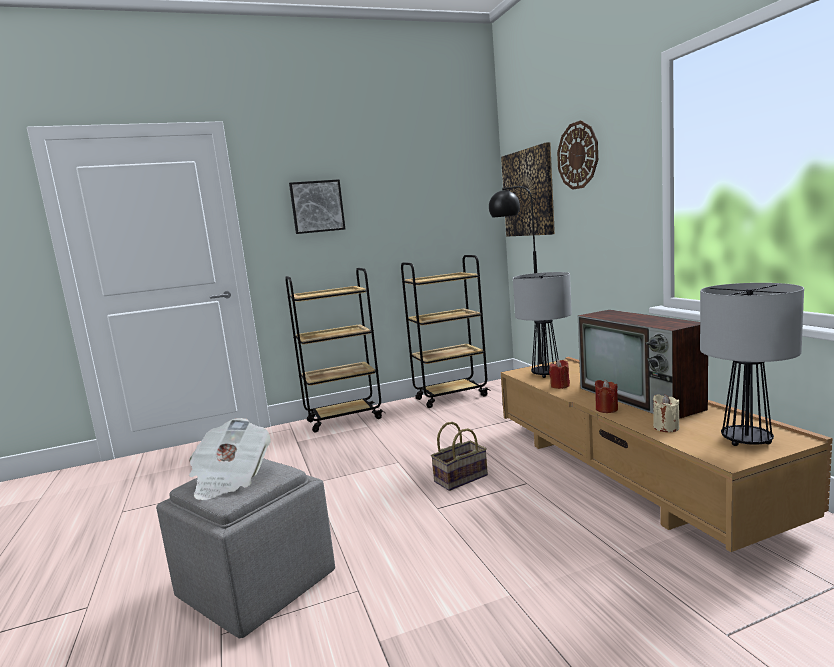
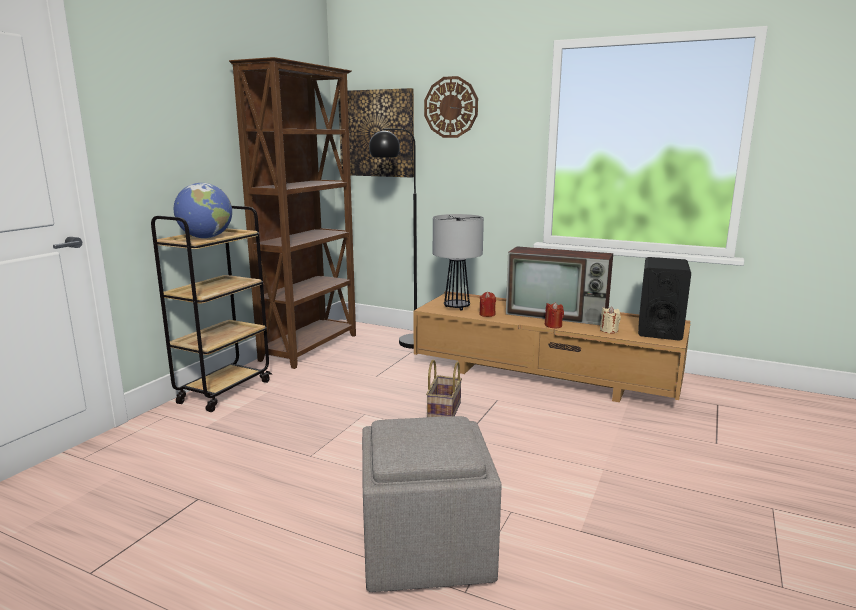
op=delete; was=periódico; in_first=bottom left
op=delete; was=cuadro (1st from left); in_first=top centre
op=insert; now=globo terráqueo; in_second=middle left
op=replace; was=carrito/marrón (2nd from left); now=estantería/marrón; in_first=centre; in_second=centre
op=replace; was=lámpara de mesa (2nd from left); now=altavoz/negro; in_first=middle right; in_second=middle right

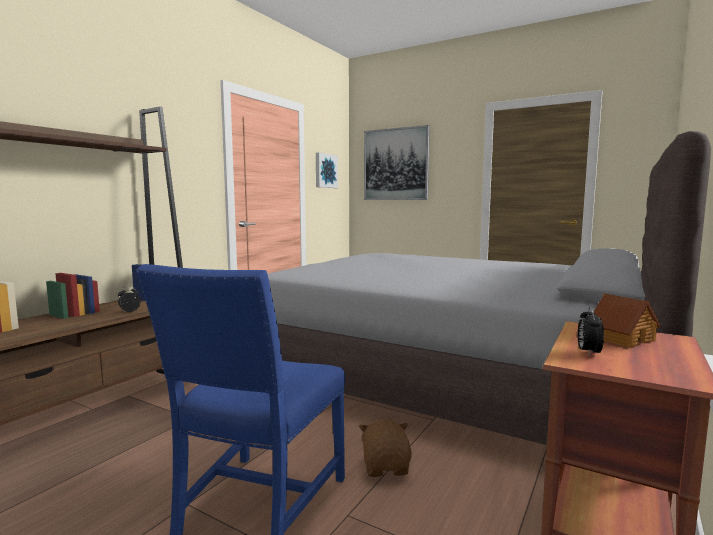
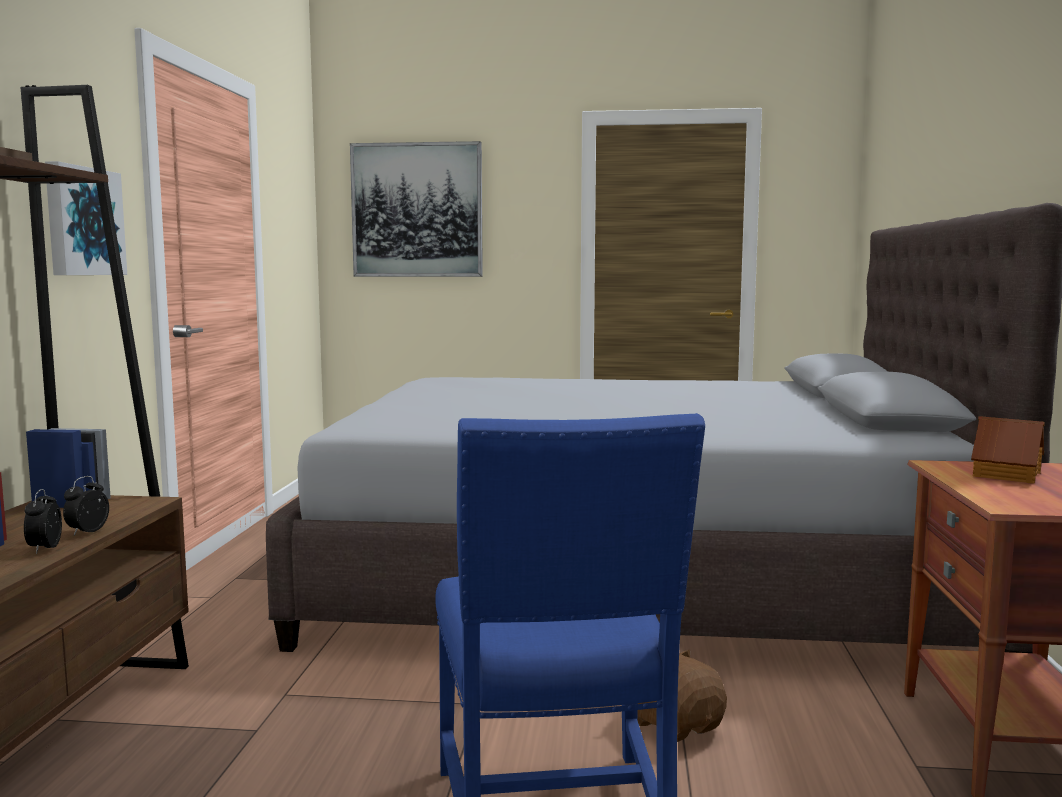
op=move; was=cuadro (1st from left); in_first=top centre; in_second=top left
op=move; was=despertador (2nd from left in the first image); now=despertador (1st from left); in_first=middle right; in_second=middle left

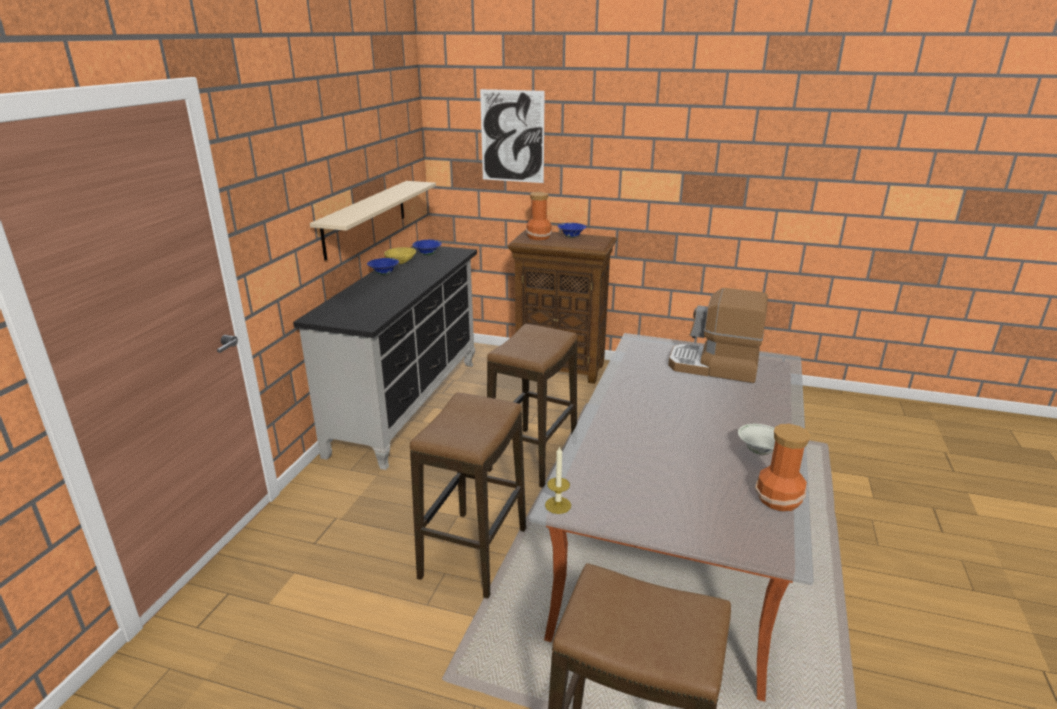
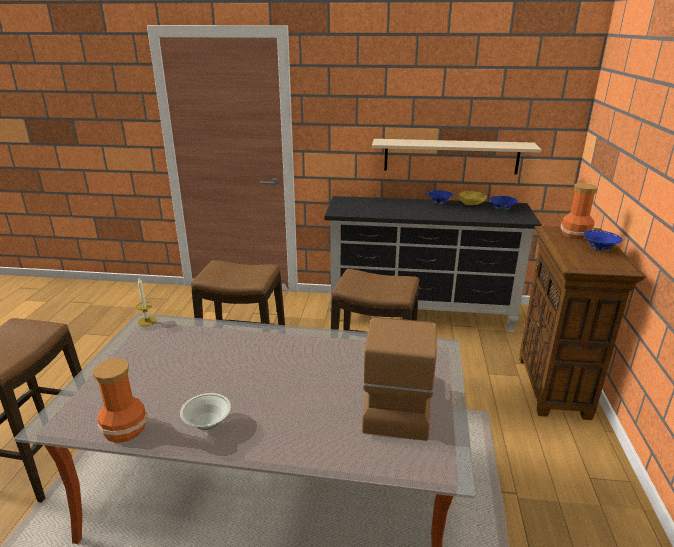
op=delete; was=cuadro; in_first=top centre

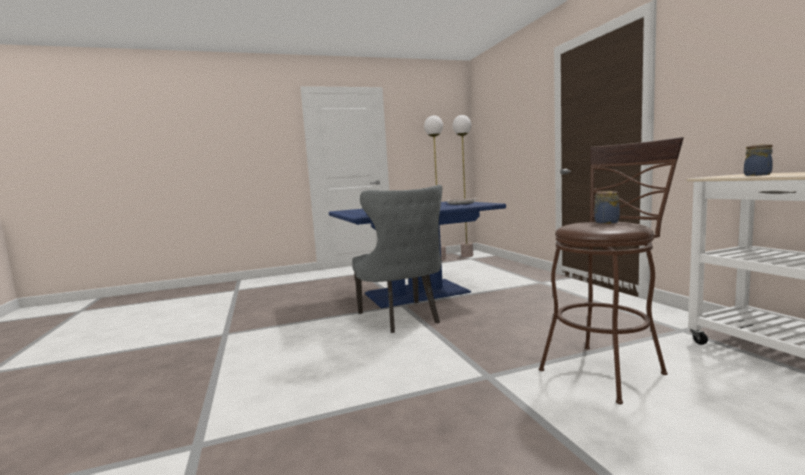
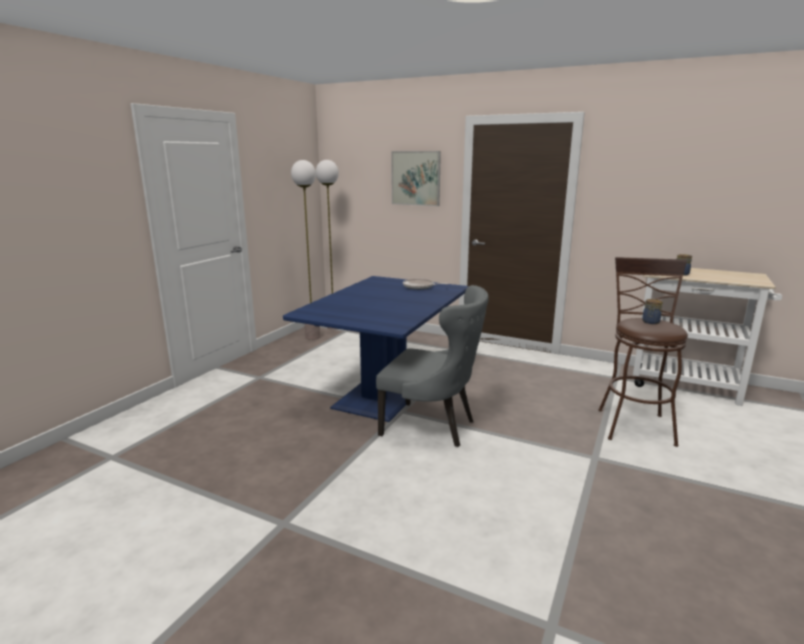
op=insert; now=cuadro; in_second=top centre

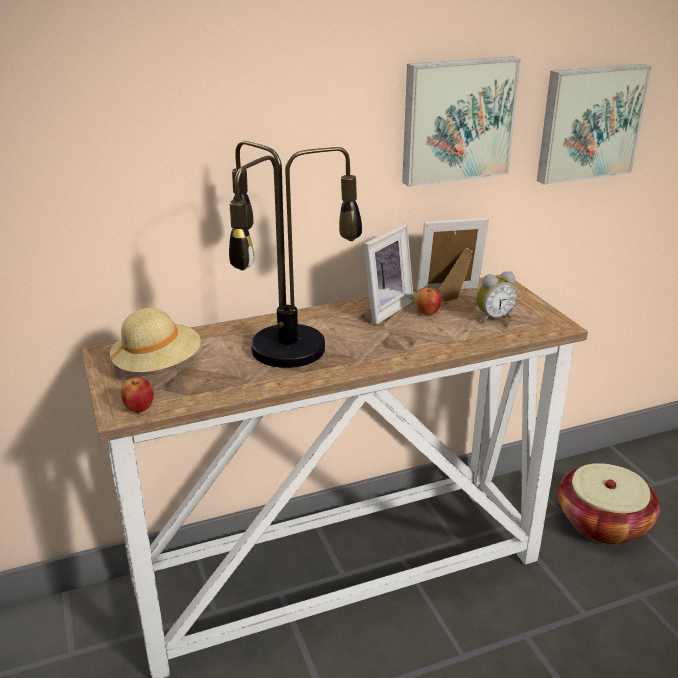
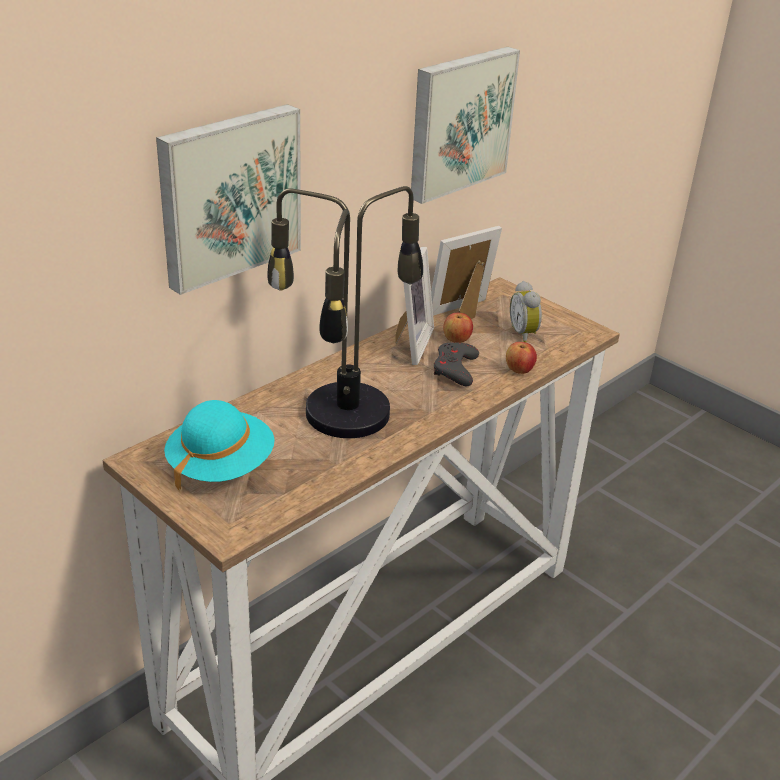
op=delete; was=cesta; in_first=bottom right
op=insert; now=mando de consola/gris; in_second=centre
op=move; was=manzana (1st from left in the first image); now=manzana (2nd from left); in_first=middle left; in_second=middle right
op=move; was=cuadro (2nd from left in the first image); now=cuadro (1st from left); in_first=top right; in_second=top left
op=recolor; was=sombrero/beis; now=sombrero/turquesa; in_first=middle left; in_second=middle left
op=rotate; was=despertador; in_first=middle right; in_second=middle right; clockwise=120

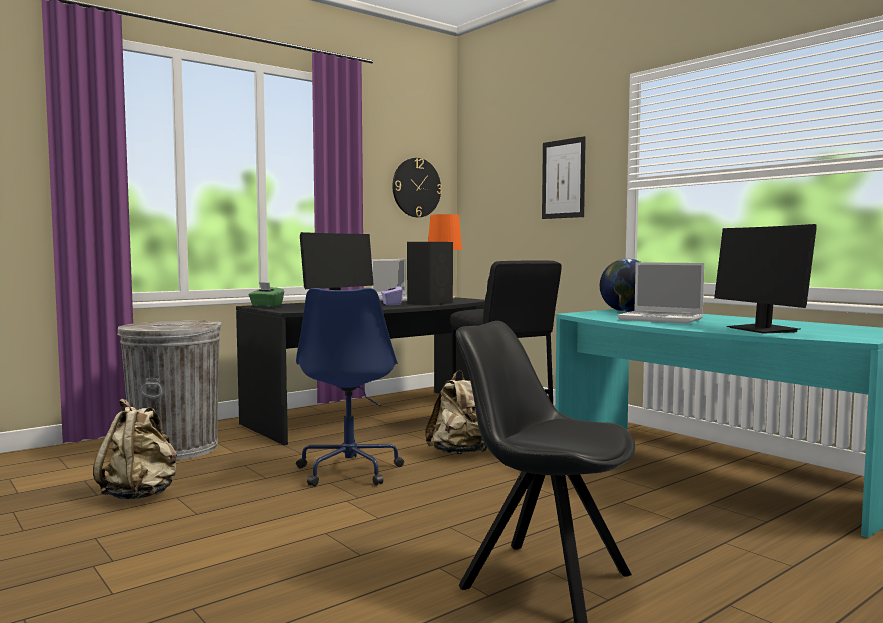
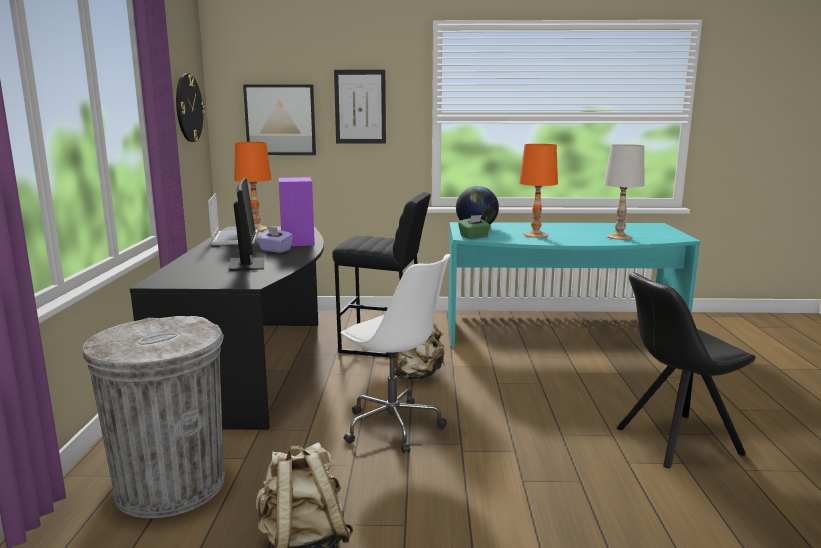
op=insert; now=cuadro (1st from left); in_second=top centre
op=move; was=caja de pañuelos/verde; in_first=middle left; in_second=centre
op=replace; was=portátil (2nd from left); now=lámpara de mesa/naranja (2nd from left); in_first=middle right; in_second=centre
op=replace; was=monitor (2nd from left); now=lámpara de mesa/blanco; in_first=middle right; in_second=middle right
op=recolor; was=silla de oficina/azul; now=silla de oficina/blanco; in_first=centre; in_second=centre
op=recolor; was=altavoz/negro; now=altavoz/morado; in_first=centre; in_second=centre

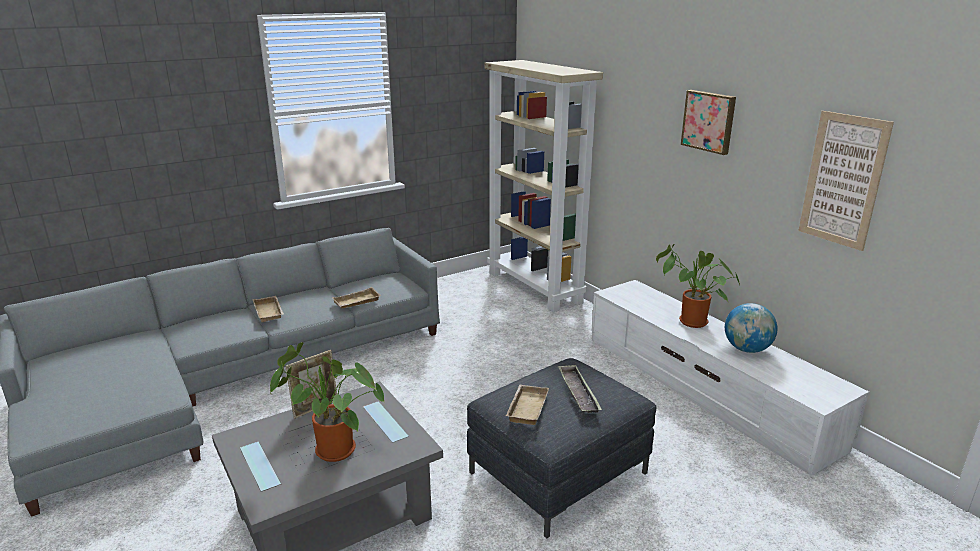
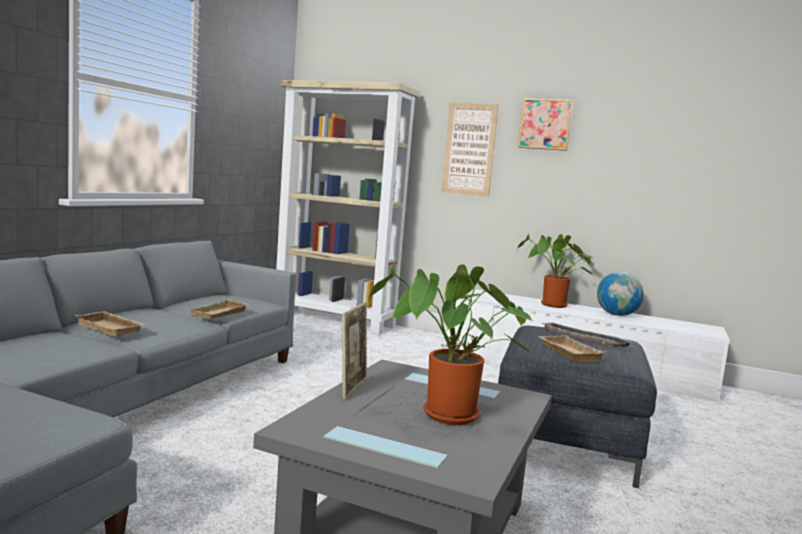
op=move; was=cuadro (2nd from left in the first image); now=cuadro (1st from left); in_first=top right; in_second=top centre

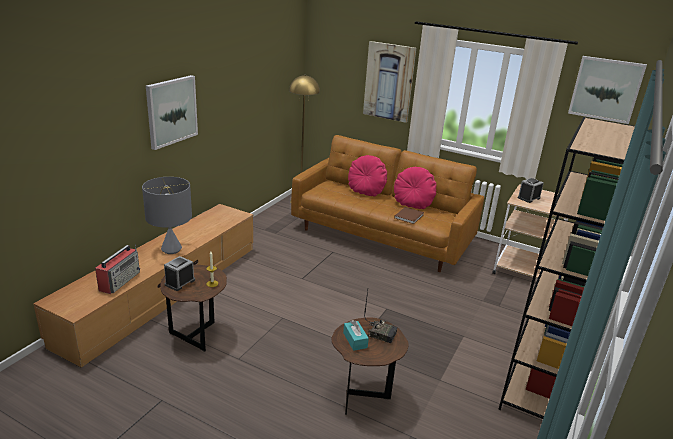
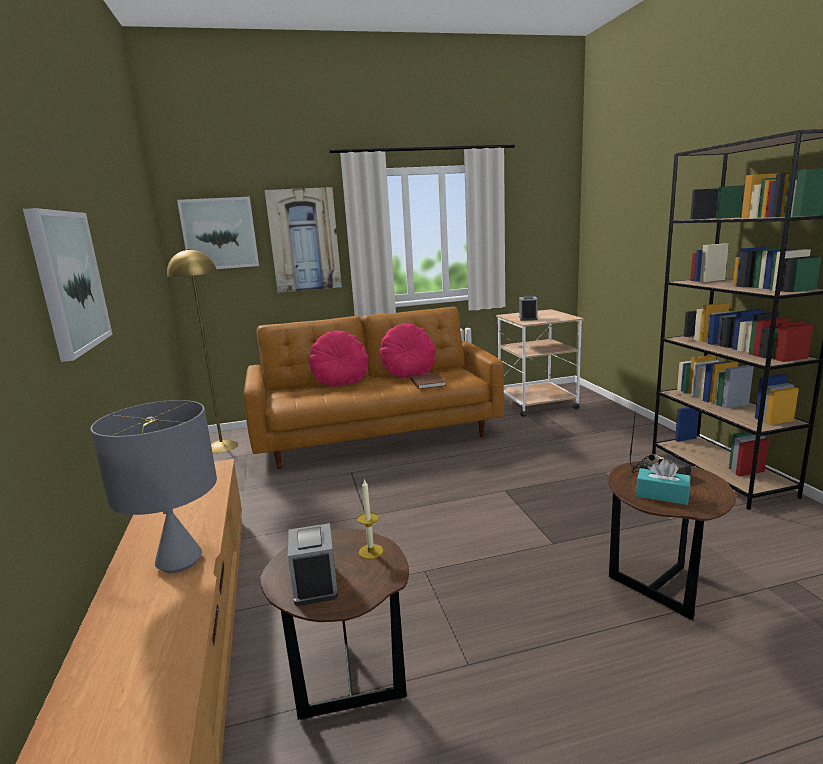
op=delete; was=radio (1st from left); in_first=middle left
op=move; was=cuadro (3rd from left in the first image); now=cuadro (2nd from left); in_first=top right; in_second=top left

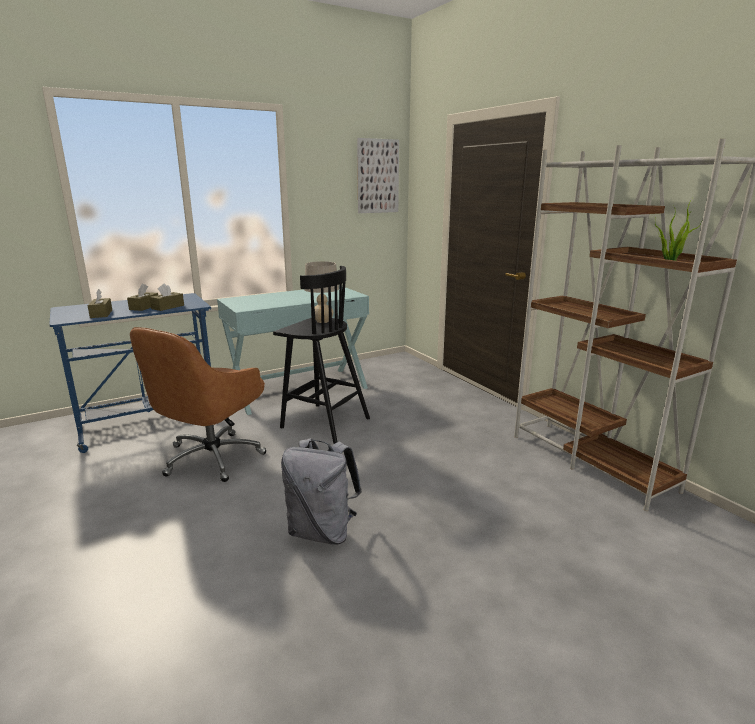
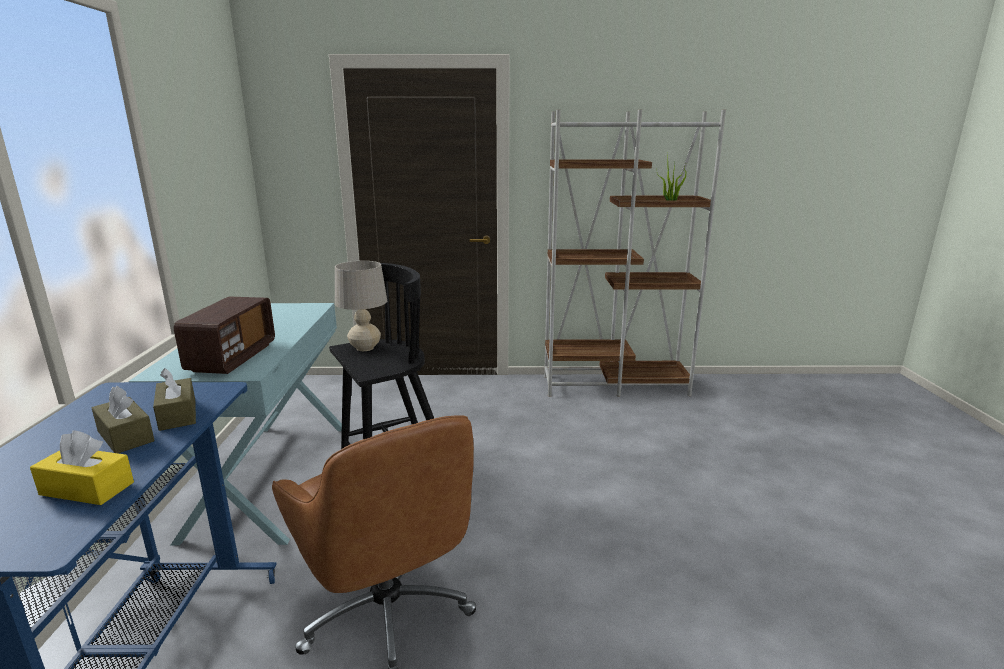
op=delete; was=mochila/gris; in_first=bottom centre
op=delete; was=cuadro; in_first=top centre
op=insert; now=radio; in_second=middle left
op=recolor; was=caja de pañuelos/marrón (1st from left); now=caja de pañuelos/amarillo; in_first=middle left; in_second=bottom left

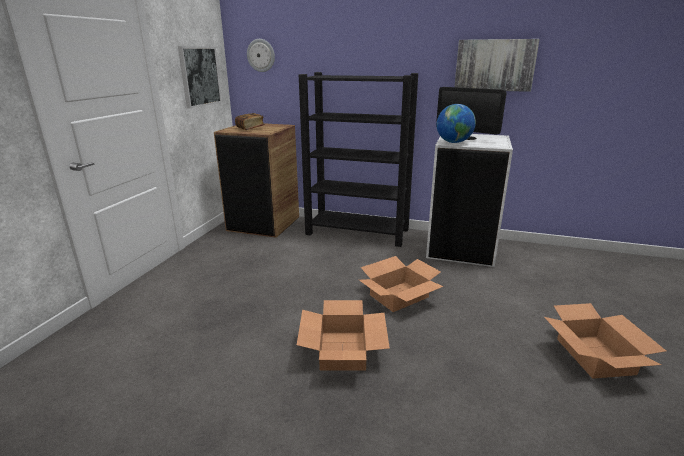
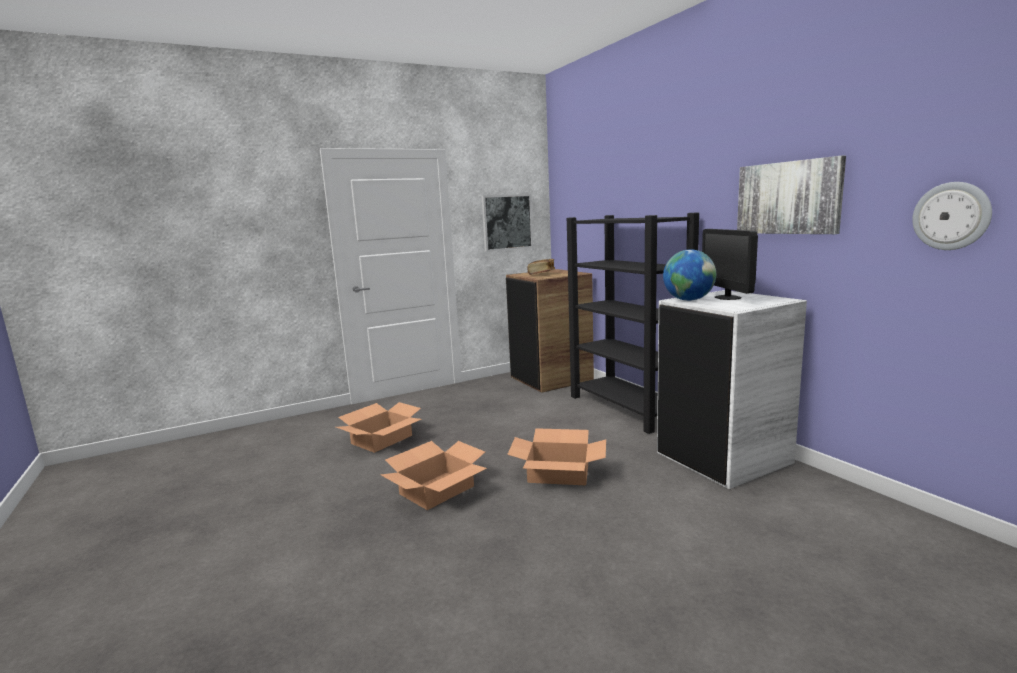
op=move; was=reloj de pared; in_first=top centre; in_second=top right
op=move; was=caja de cartón (3rd from left in the first image); now=caja de cartón (1st from left); in_first=bottom right; in_second=centre

